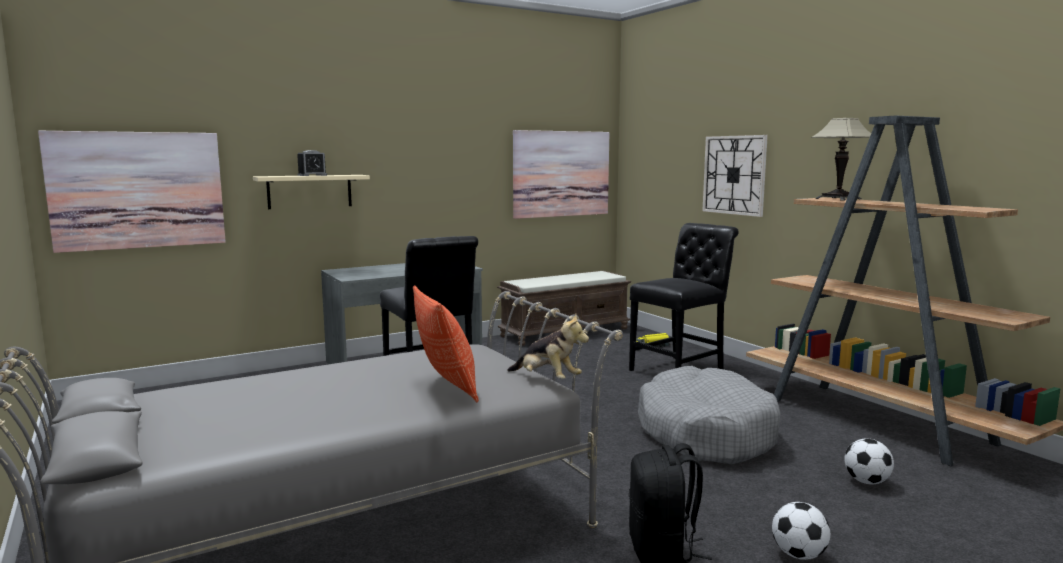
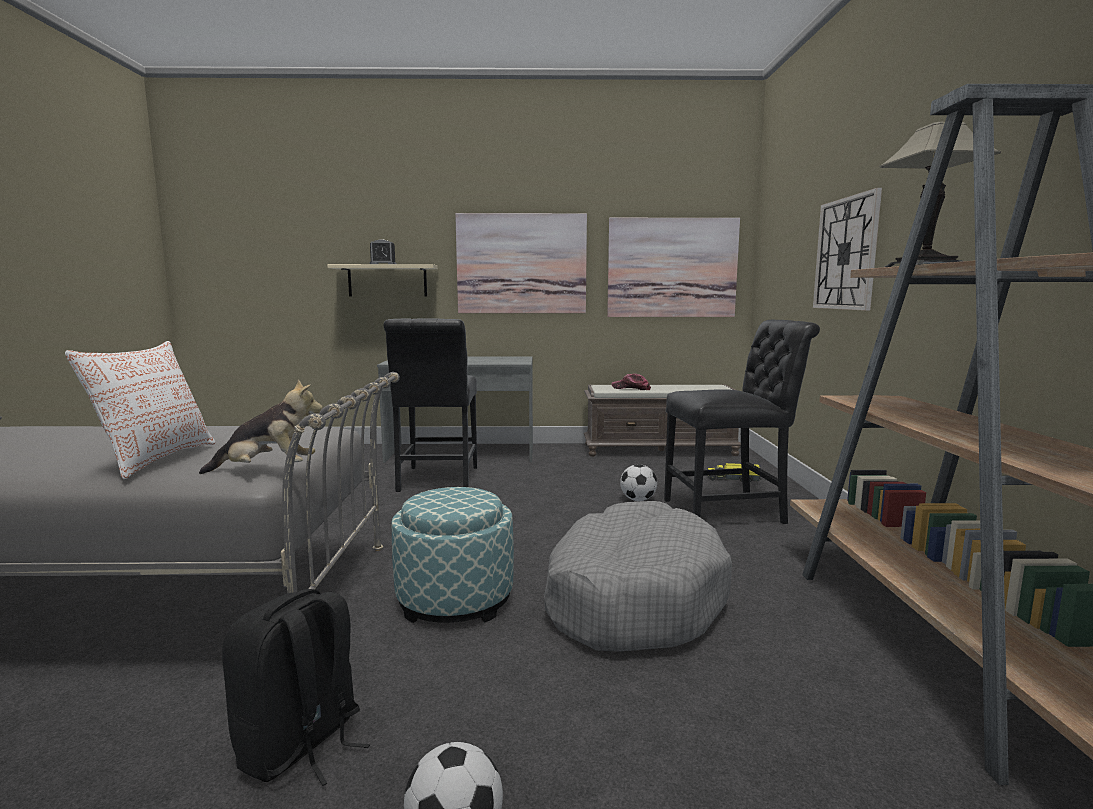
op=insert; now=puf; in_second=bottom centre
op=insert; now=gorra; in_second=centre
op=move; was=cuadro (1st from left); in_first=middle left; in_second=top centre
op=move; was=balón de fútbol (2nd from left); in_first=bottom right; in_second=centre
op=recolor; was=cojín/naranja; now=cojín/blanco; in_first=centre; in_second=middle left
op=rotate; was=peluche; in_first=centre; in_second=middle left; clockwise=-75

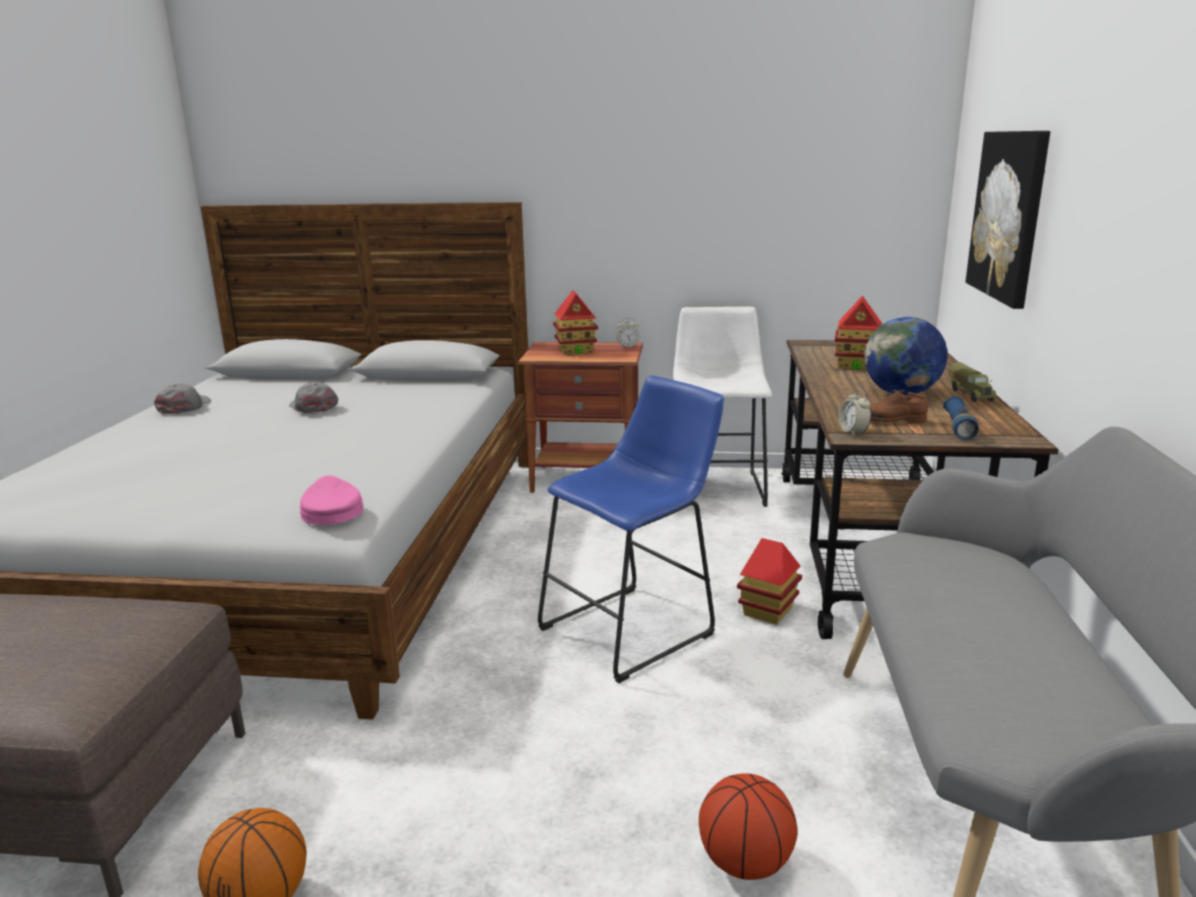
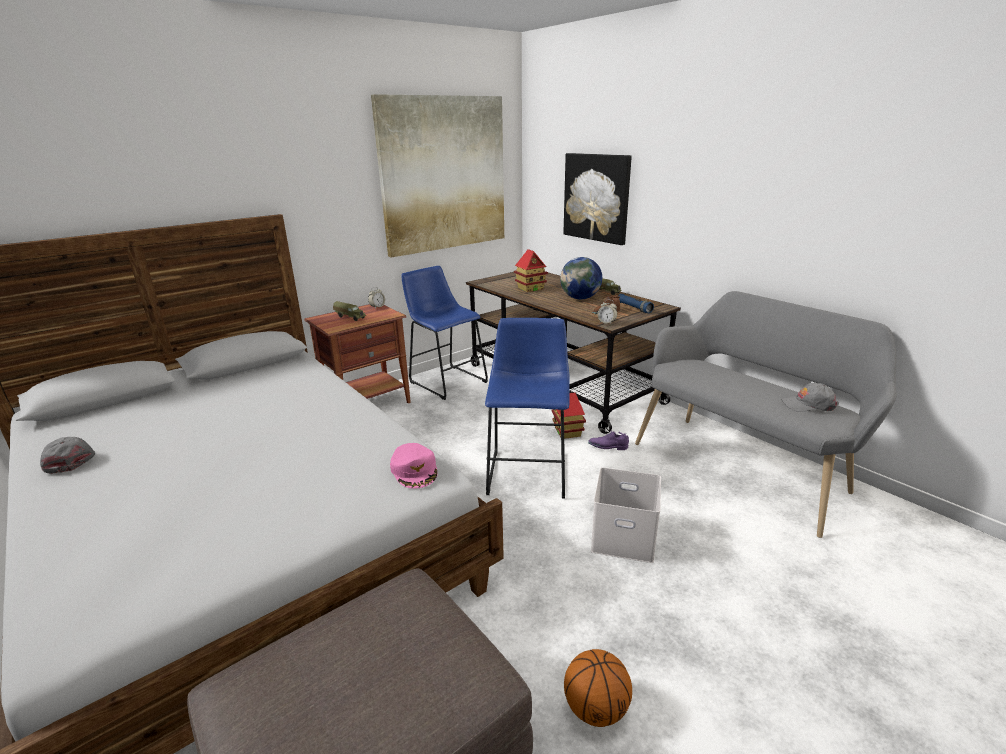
op=delete; was=balón de baloncesto (2nd from left); in_first=bottom centre
op=insert; now=cuadro (1st from left); in_second=top centre
op=insert; now=zapato/morado; in_second=centre
op=insert; now=caja de almacenaje/blanco; in_second=bottom centre
op=move; was=gorra/gris (2nd from left); in_first=middle left; in_second=middle right
op=replace; was=casita (1st from left); now=camión de juguete (1st from left); in_first=centre; in_second=centre
op=recolor; was=taburete/blanco; now=taburete/azul (1st from left); in_first=centre; in_second=centre
op=rotate; was=gorra/rosa; in_first=middle left; in_second=centre; clockwise=-135

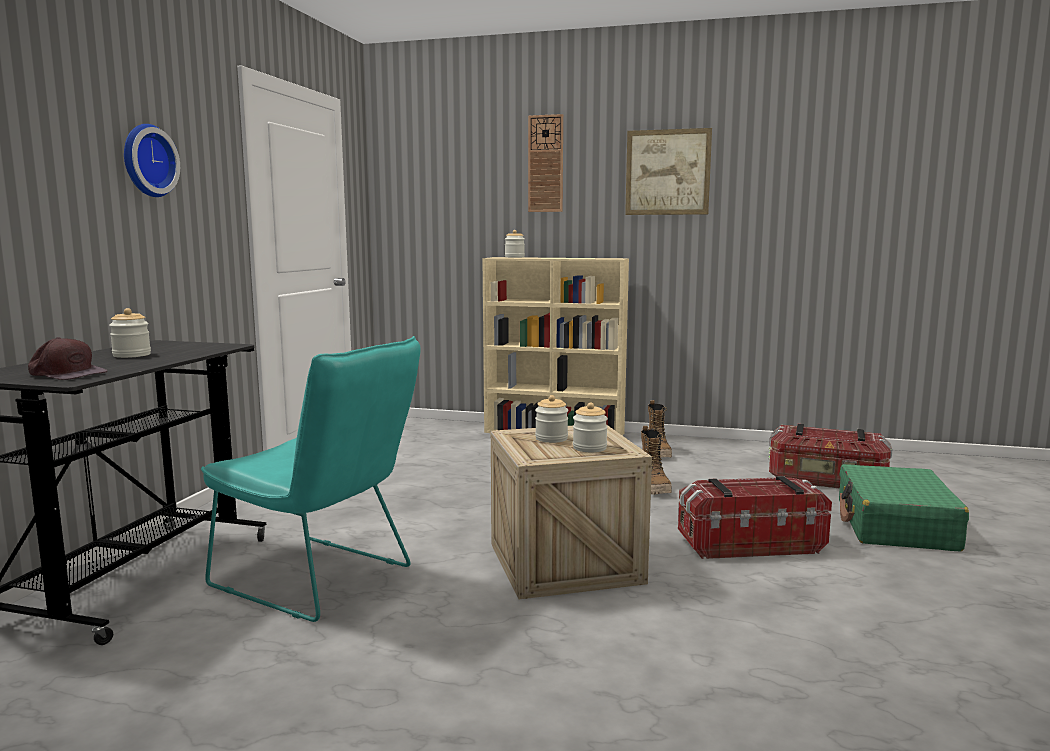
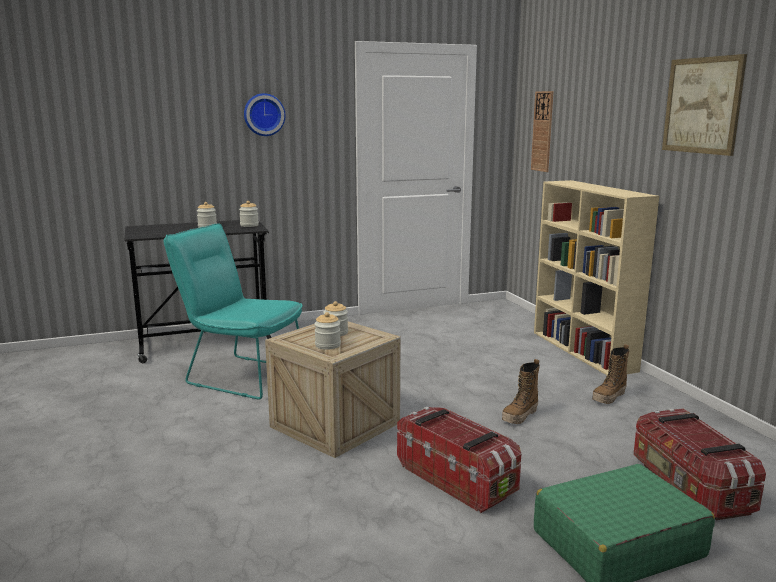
op=delete; was=gorra/marrón; in_first=middle left
op=move; was=tarro (2nd from left); in_first=top centre; in_second=middle left
op=move; was=reloj de pared (2nd from left); in_first=top centre; in_second=top right
op=rotate; was=silla/turquesa; in_first=middle left; in_second=middle left; clockwise=120

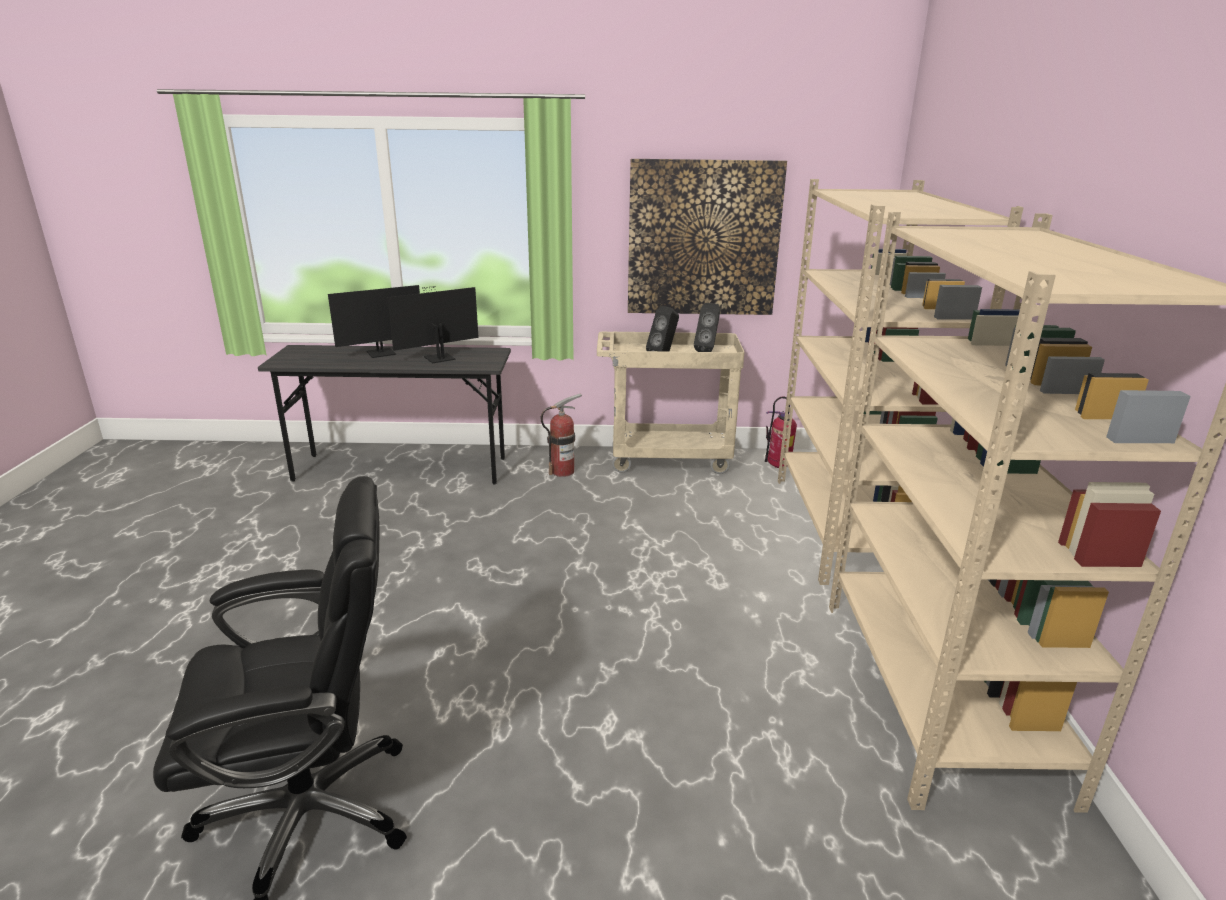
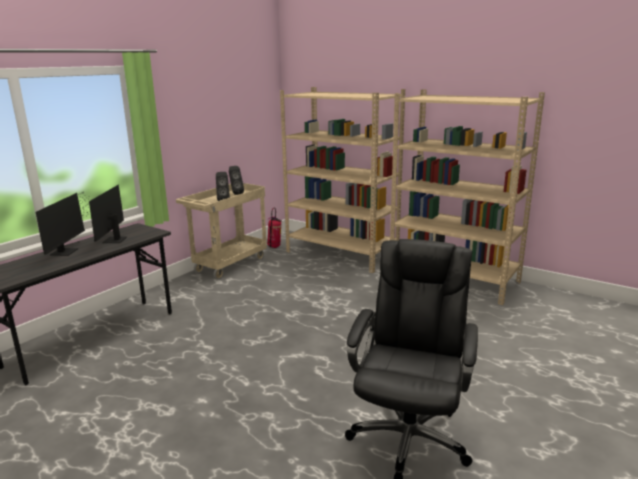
op=delete; was=extintor (1st from left); in_first=centre
op=delete; was=cuadro; in_first=top centre

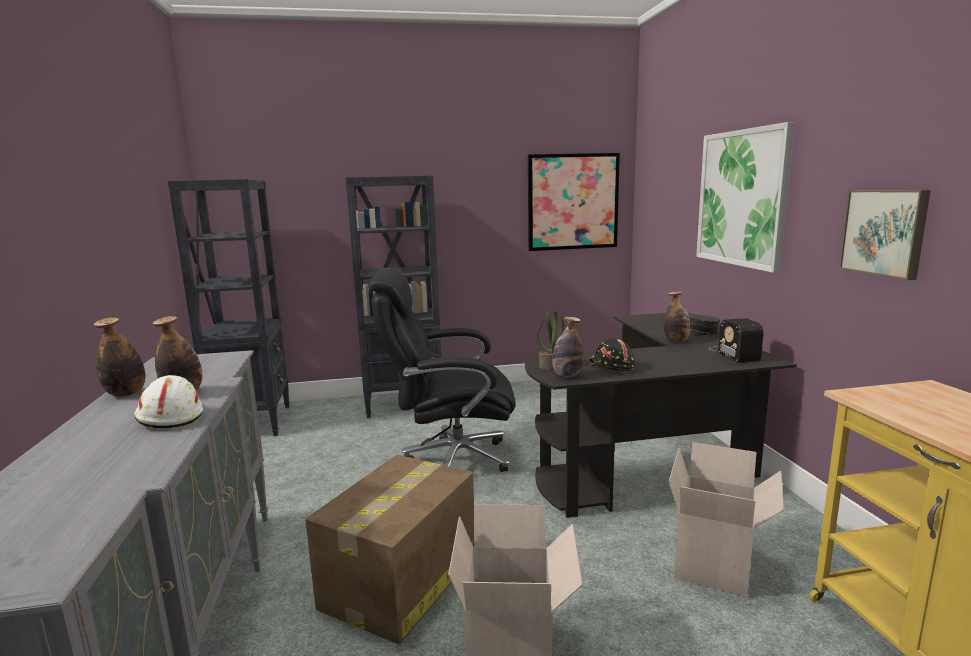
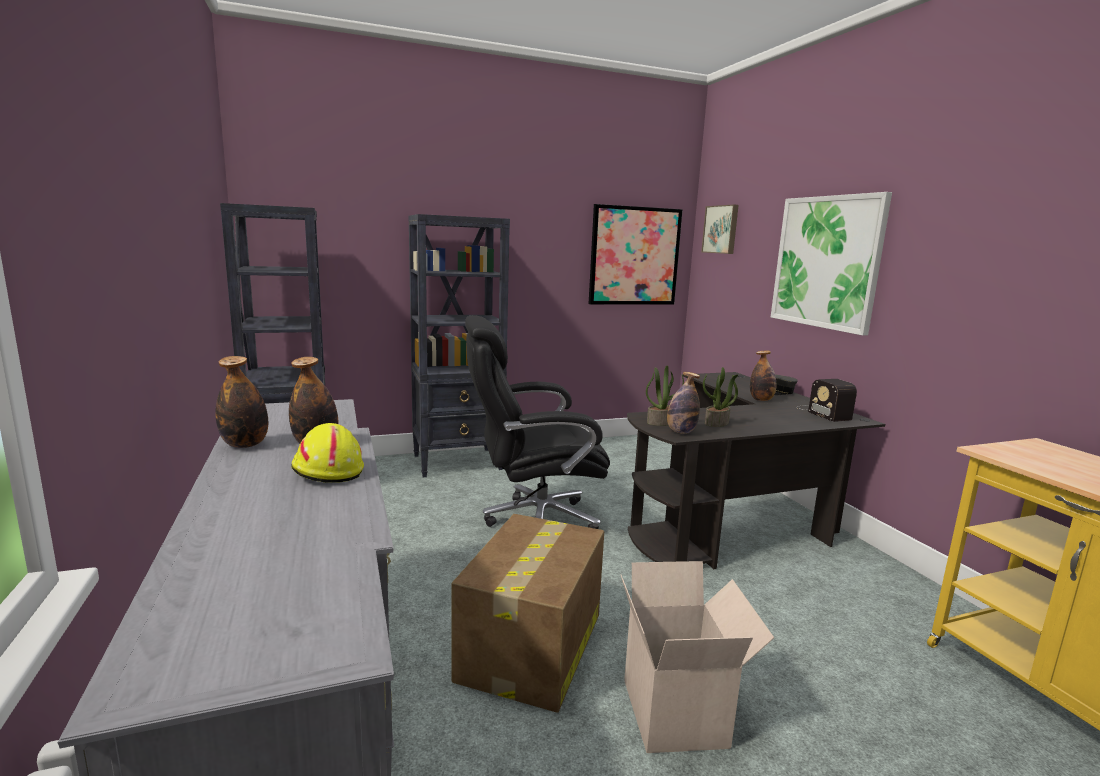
op=delete; was=caja de cartón (3rd from left); in_first=bottom right
op=move; was=cuadro (3rd from left in the first image); now=cuadro (2nd from left); in_first=middle right; in_second=top centre
op=replace; was=casco/negro; now=planta en maceta (2nd from left); in_first=centre; in_second=centre
op=recolor; was=casco/blanco; now=casco/amarillo; in_first=middle left; in_second=middle left

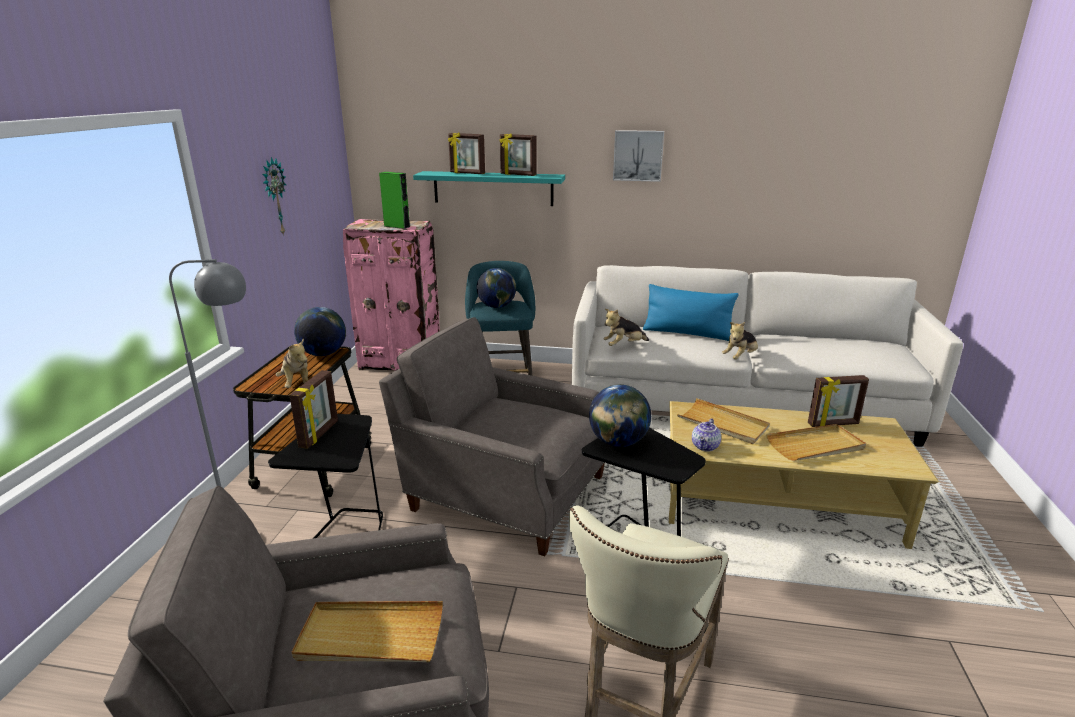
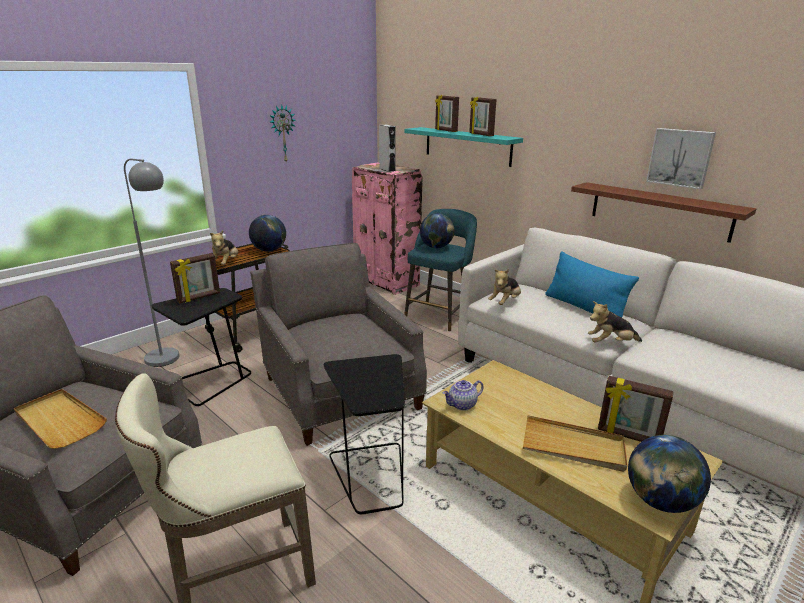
op=delete; was=bandeja/beis (2nd from left); in_first=middle right
op=insert; now=estante/marrón; in_second=middle right
op=move; was=globo terráqueo (3rd from left); in_first=centre; in_second=bottom right
op=move; was=cuadro; in_first=top centre; in_second=top right
op=recolor; was=altavoz/verde; now=altavoz/gris; in_first=top centre; in_second=top centre
op=rotate; was=peluche (2nd from left); in_first=centre; in_second=centre; clockwise=-60

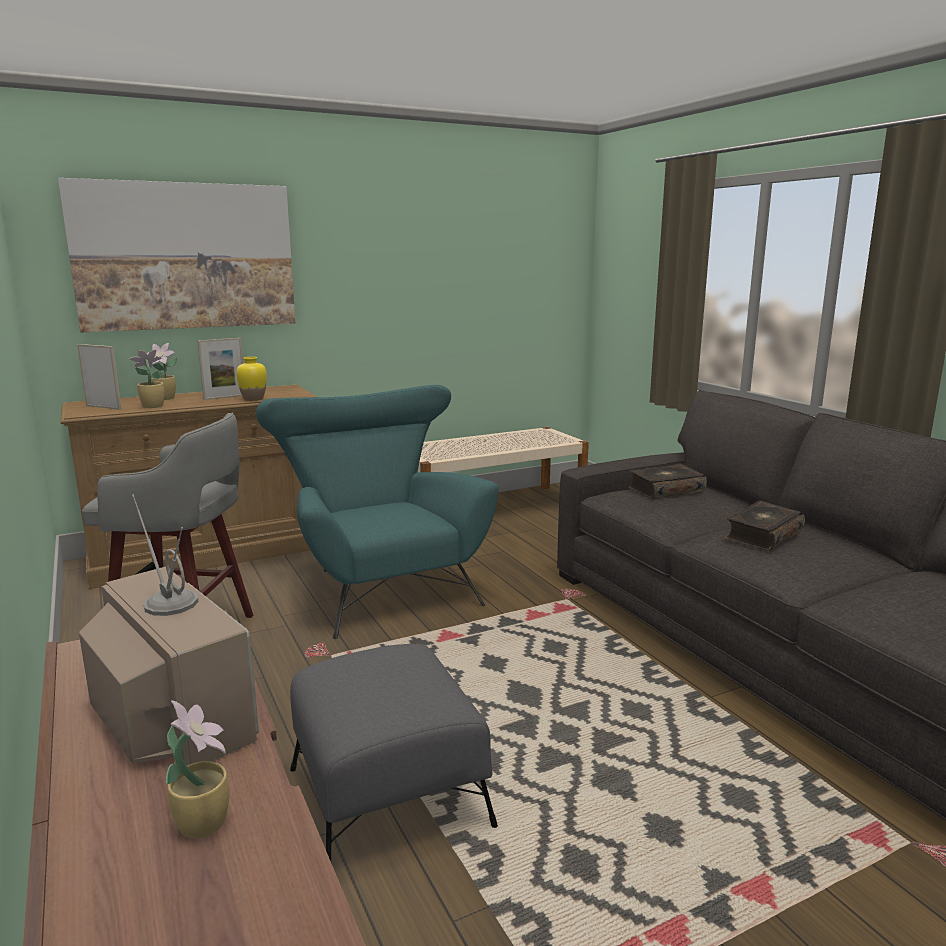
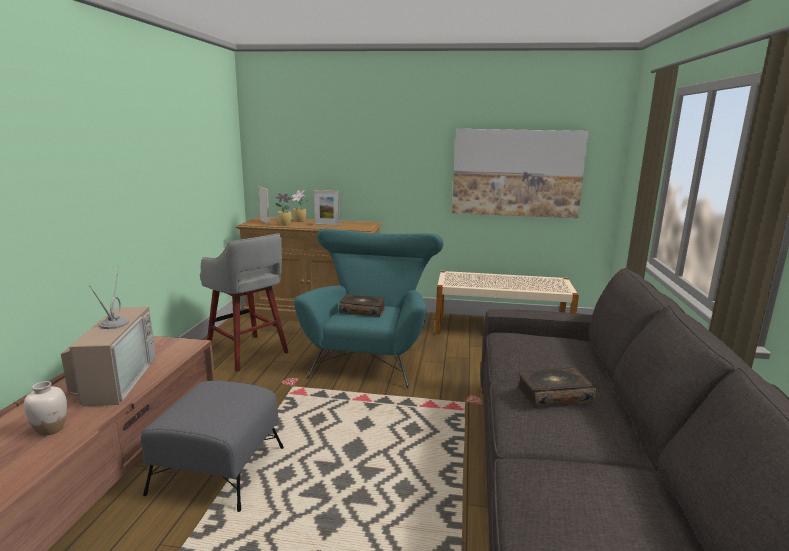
op=delete; was=florero/amarillo; in_first=middle left
op=move; was=cuadro; in_first=top left; in_second=top centre
op=move; was=libro (1st from left); in_first=middle right; in_second=centre
op=replace; was=planta en maceta (3rd from left); now=florero/blanco; in_first=bottom left; in_second=bottom left

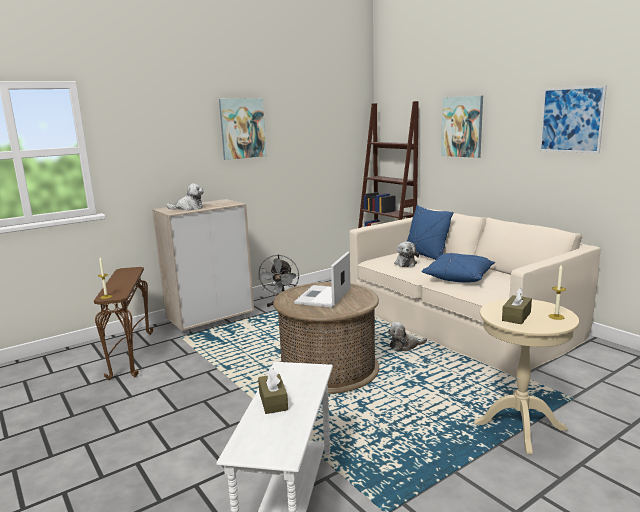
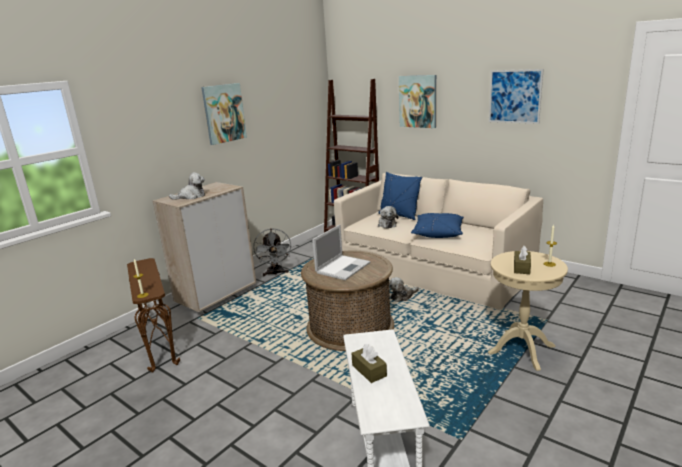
op=rotate; was=portátil; in_first=centre; in_second=centre; clockwise=-150

